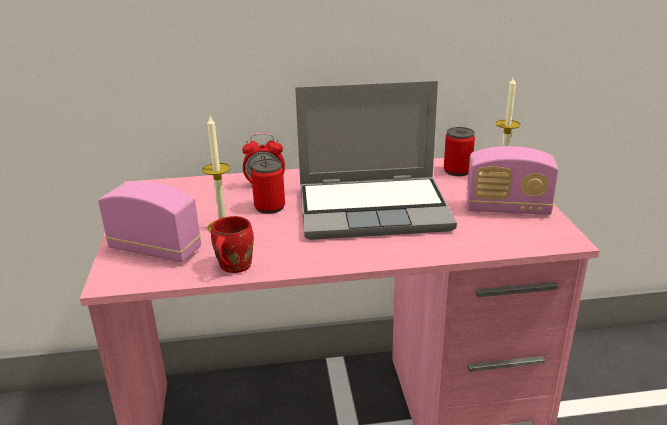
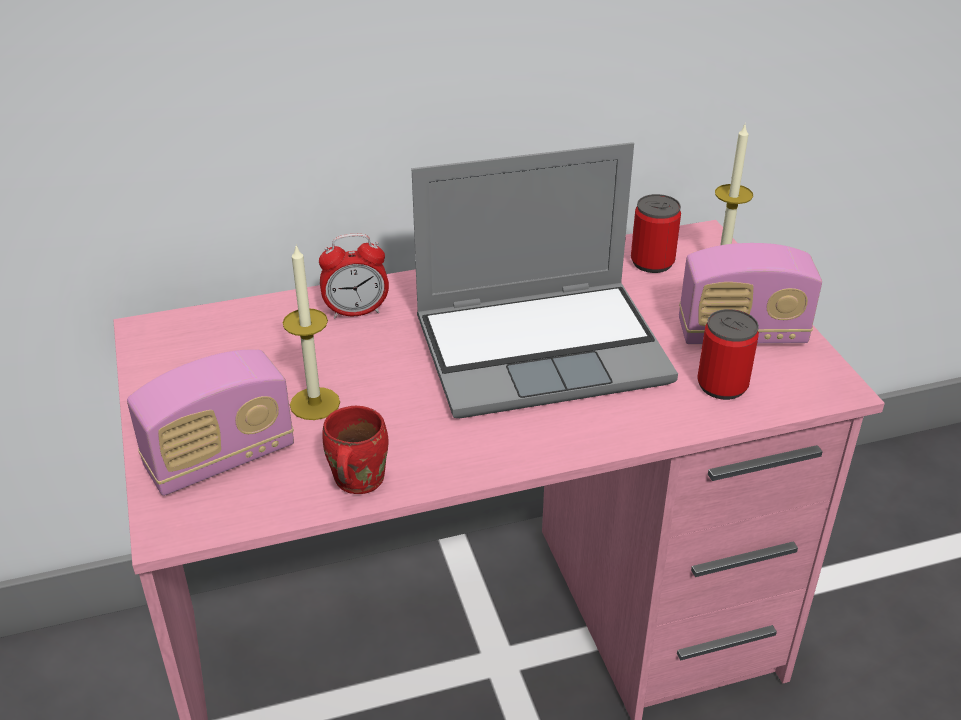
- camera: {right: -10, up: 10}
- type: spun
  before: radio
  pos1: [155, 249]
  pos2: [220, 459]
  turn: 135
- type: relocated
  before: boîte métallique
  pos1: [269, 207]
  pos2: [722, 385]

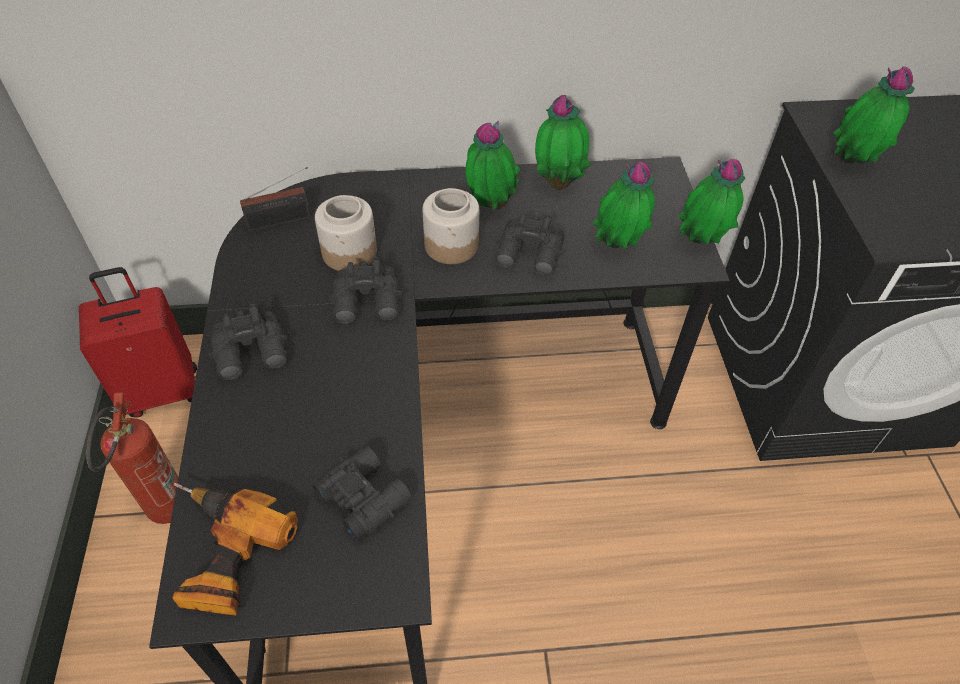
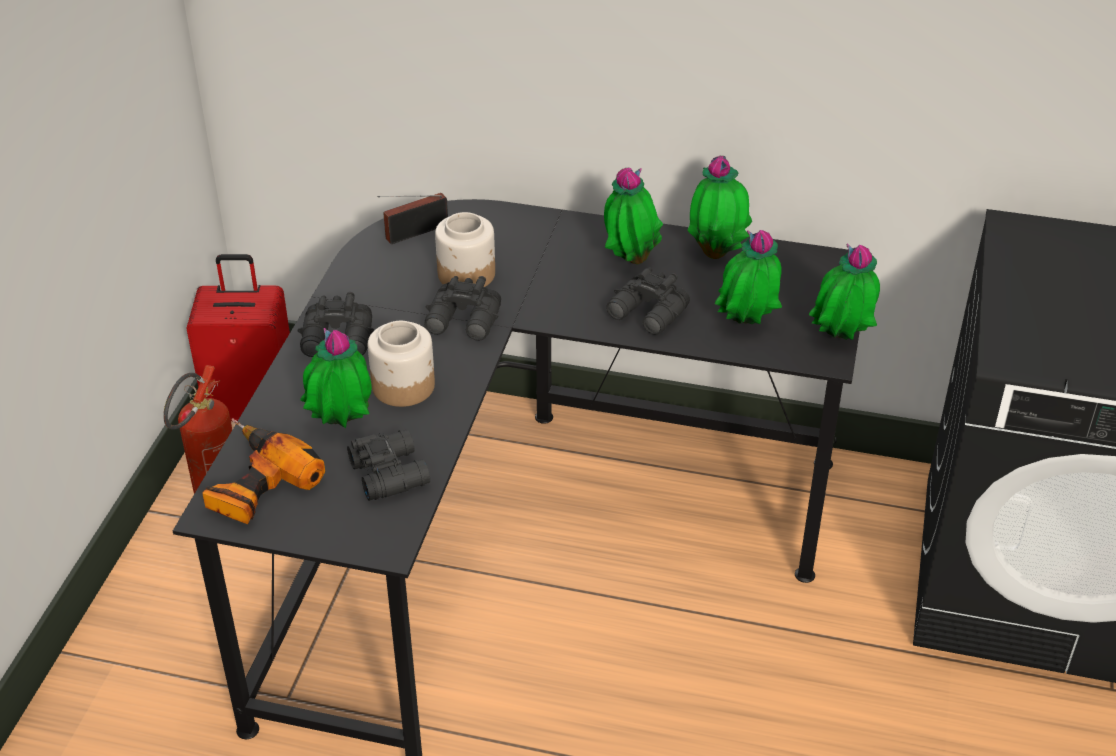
- camera: {right: 20, up: -10}
- type: relocated
  before: plante en pot
  pos1: [852, 165]
  pos2: [341, 427]
- type: relocated
  before: bocal
  pos1: [452, 245]
  pos2: [404, 386]
- type: spun
  before: radio
  pos1: [282, 220]
  pos2: [413, 233]
  turn: 150

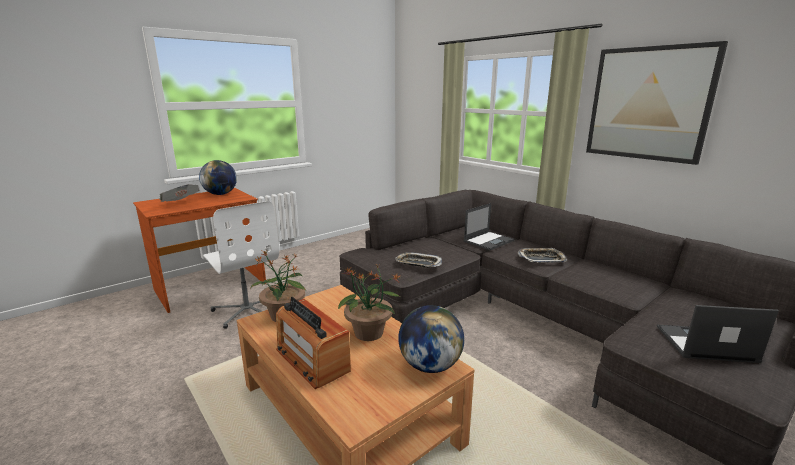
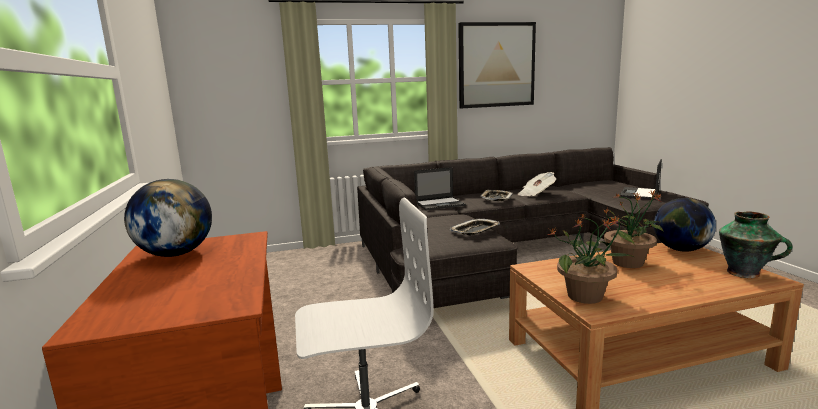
- camera: {right: -65, up: -5}
- type: spun
  before: ordinateur portable
  pos1: [489, 241]
  pos2: [440, 204]
  turn: 90
- type: relocated
  before: journal
  pos1: [181, 203]
  pos2: [536, 194]
- type: appeared
  after: vase
  pos2: [745, 273]
- type: missing
  before: radio
  pos1: [312, 359]

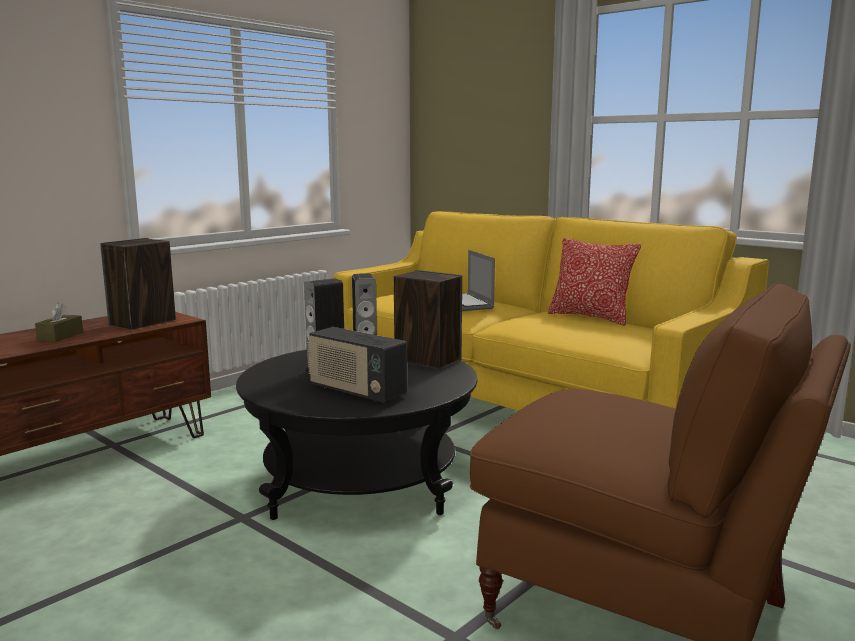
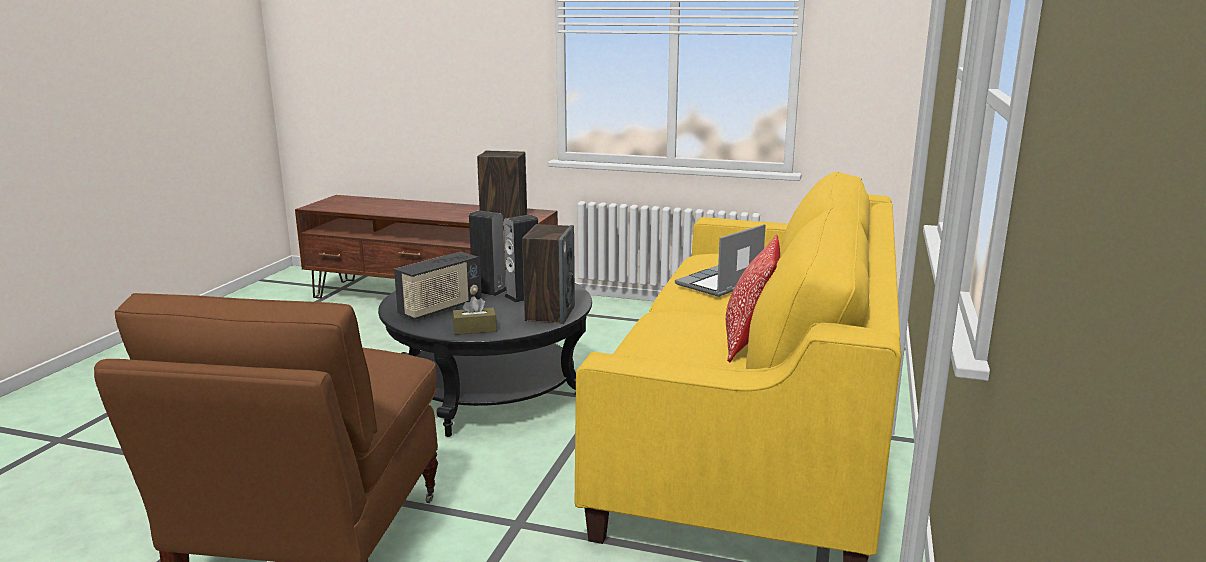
- camera: {right: 65, up: 5}
- type: spun
  before: radio
  pos1: [356, 392]
  pos2: [441, 308]
  turn: -150
- type: relocated
  before: boîte à mouchoirs/marron
  pos1: [60, 336]
  pos2: [475, 329]

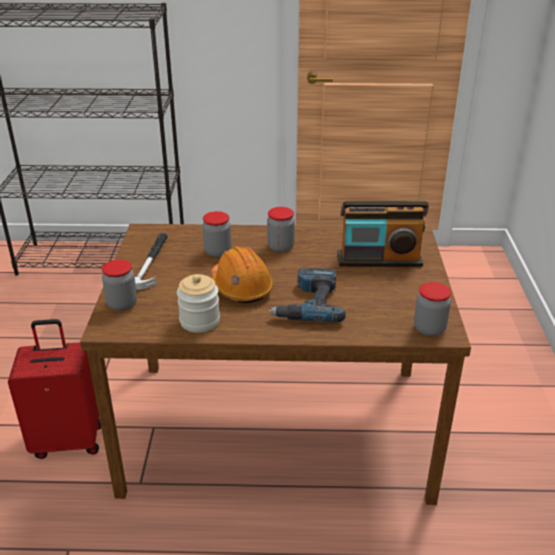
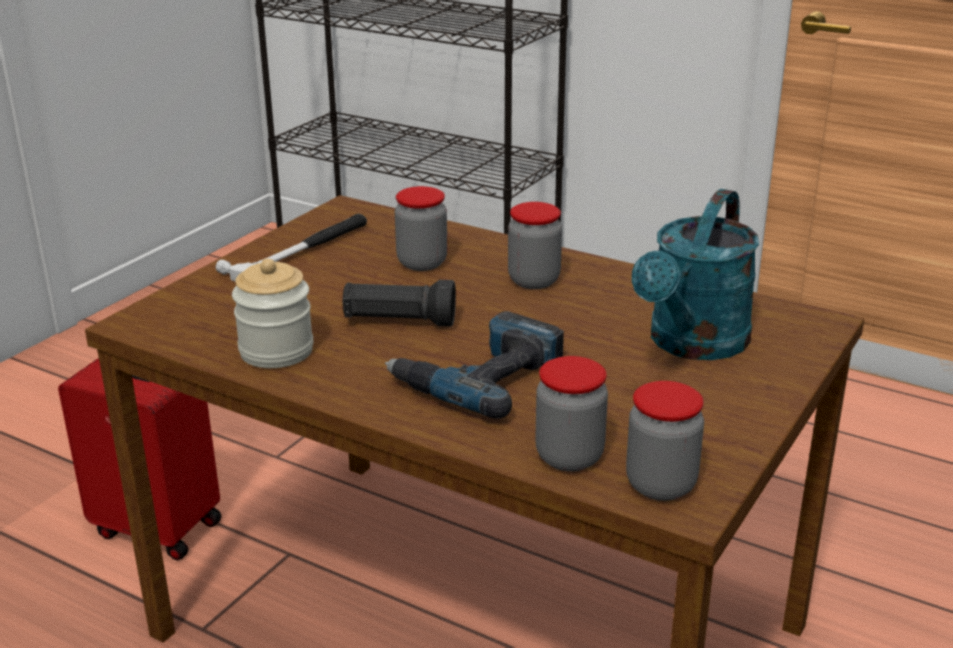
- camera: {right: 30, up: -5}
- type: exchanged
  before: casque de chantier/orange
  after: lampe de poche/noir
  pos1: [241, 287]
  pos2: [399, 321]
- type: relocated
  before: bocal
  pos1: [122, 304]
  pos2: [569, 457]
- type: exchanged
  before: radio
  after: arrosoir/turquoise
  pos1: [379, 260]
  pos2: [692, 345]

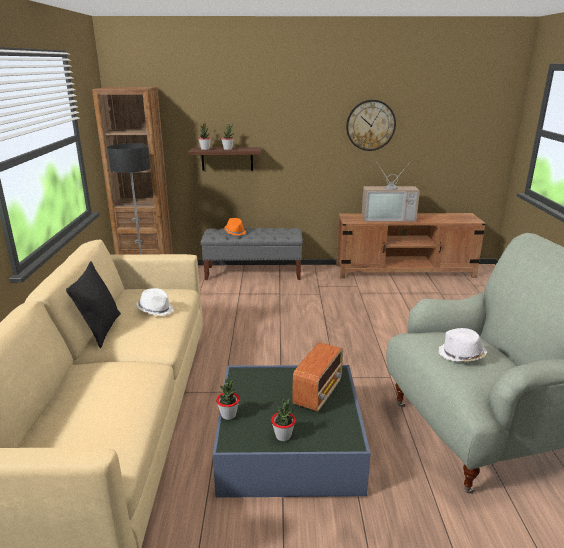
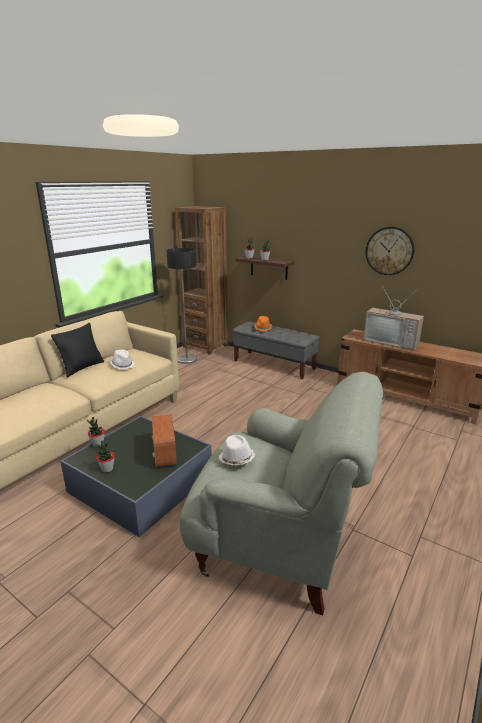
- camera: {right: 35, up: 0}
- type: spun
  before: radio
  pos1: [318, 393]
  pos2: [165, 454]
  turn: 105

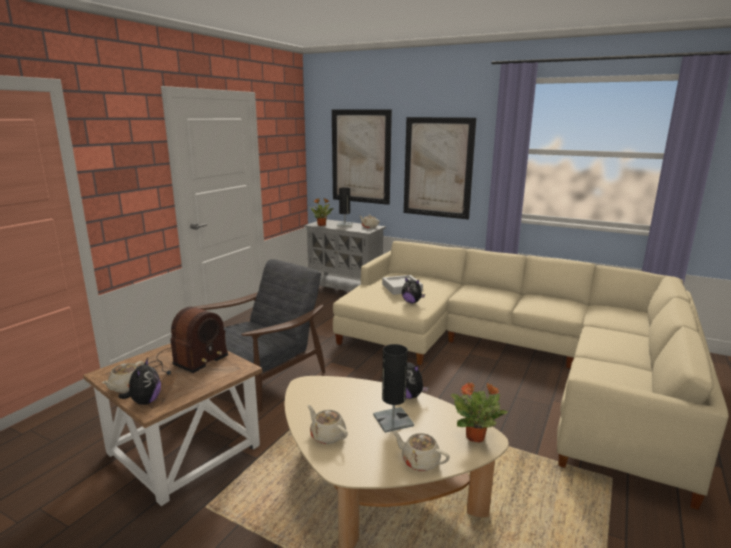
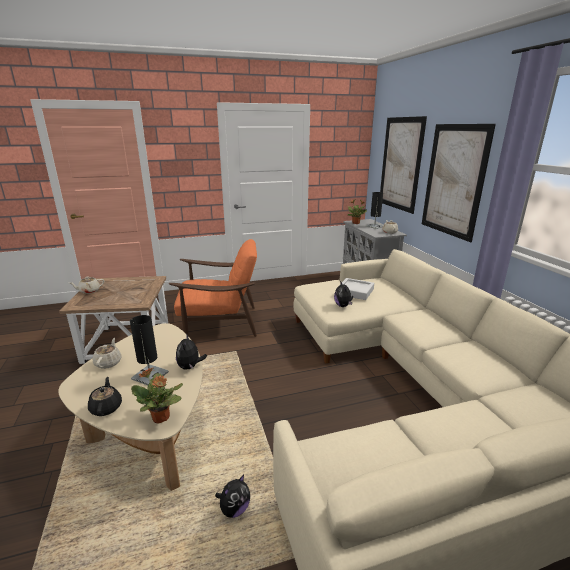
- camera: {right: 45, up: 5}
- type: colour
  before: théière/beige
  after: théière/noir
  pos1: [419, 461]
  pos2: [106, 407]
- type: colour
  before: fauteuil/gris
  after: fauteuil/orange
  pos1: [262, 378]
  pos2: [219, 323]
- type: relocated
  before: peluche
  pos1: [145, 402]
  pos2: [234, 509]
- type: missing
  before: radio
  pos1: [187, 361]

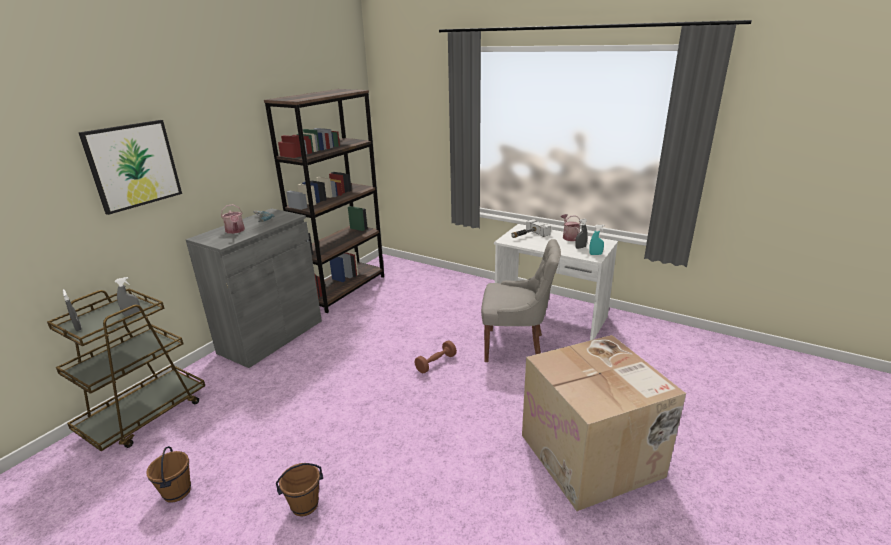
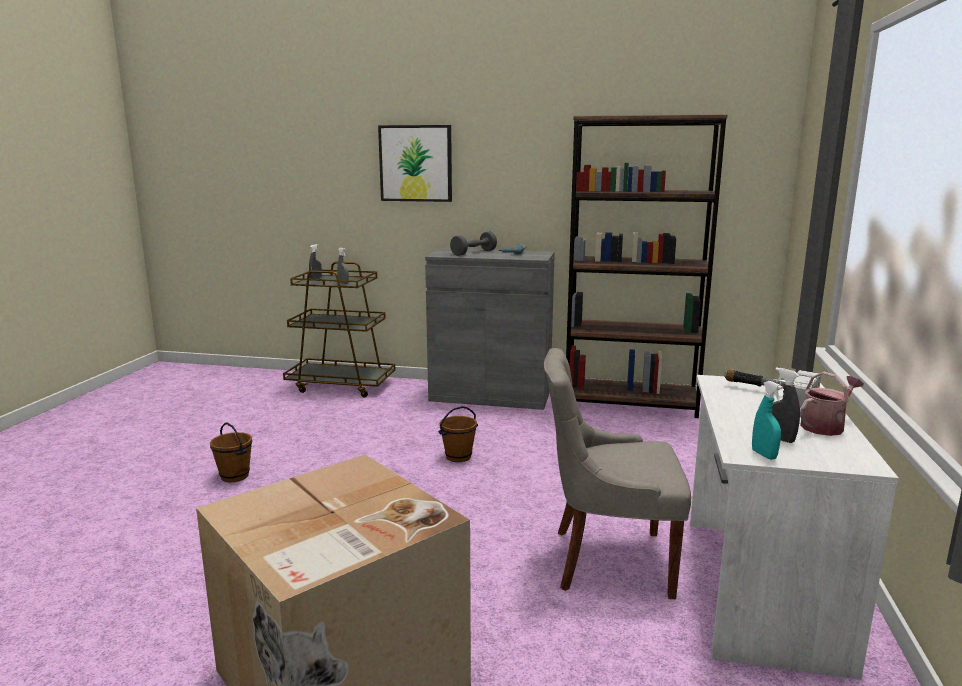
- camera: {right: 70, up: -10}
- type: relocated
  before: seau/marron
  pos1: [176, 492]
  pos2: [458, 457]
- type: exchanged
  before: arrosoir
  after: haltère/gris
  pos1: [235, 231]
  pos2: [473, 253]
- type: spun
  before: chaise/gris
  pos1: [516, 347]
  pos2: [608, 561]
  turn: 105
- type: missing
  before: haltère/marron
  pos1: [436, 363]

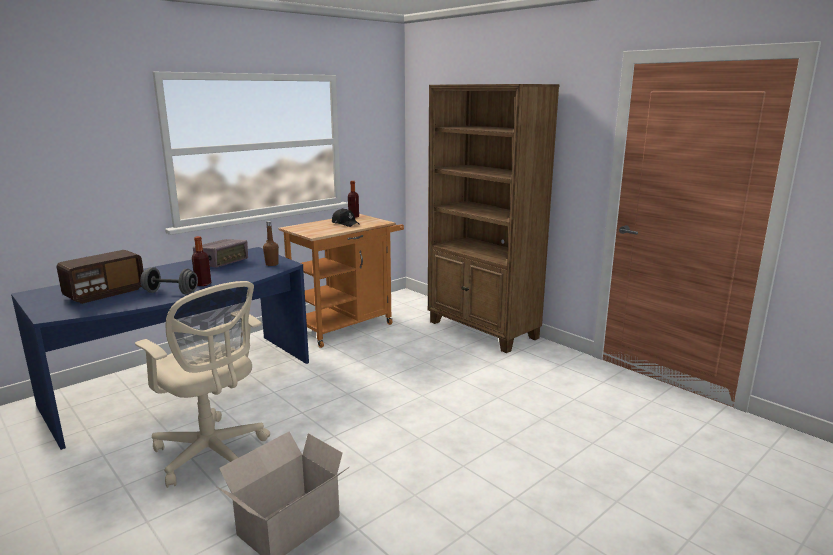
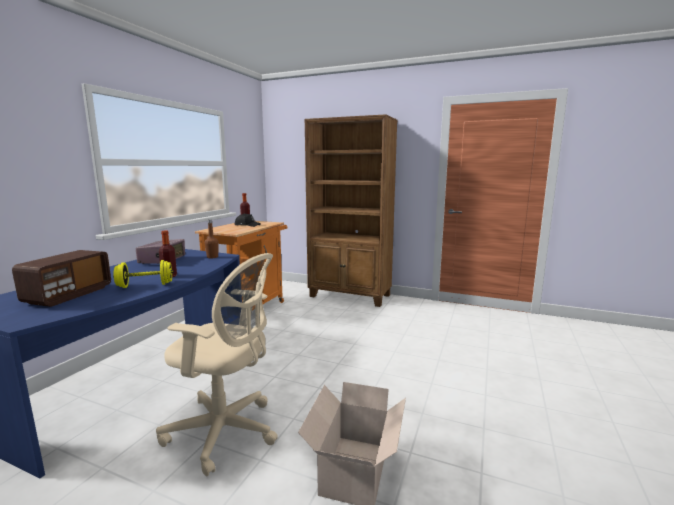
- camera: {right: -25, up: -5}
- type: colour
  before: haltère/gris
  after: haltère/jaune
  pos1: [171, 292]
  pos2: [145, 285]

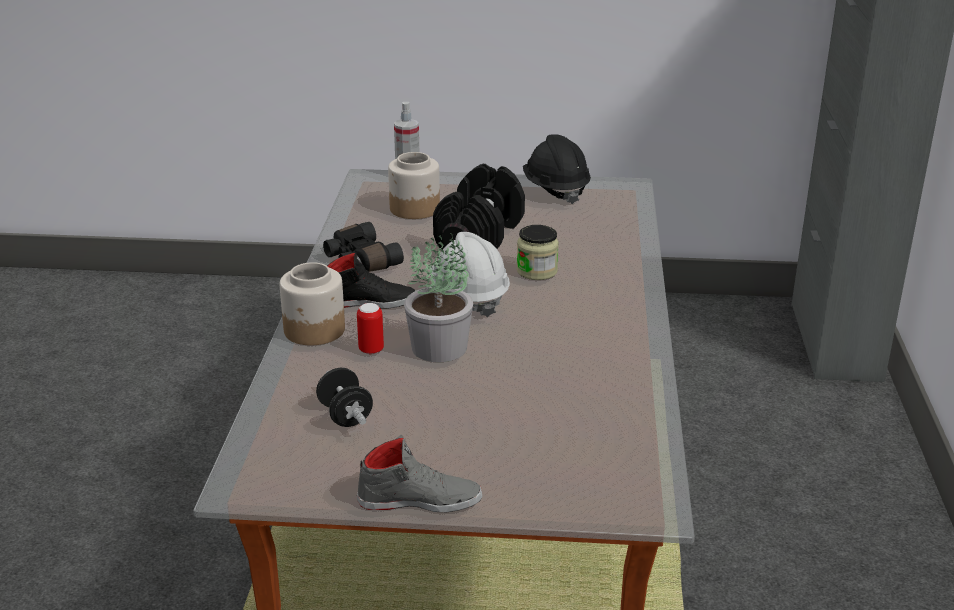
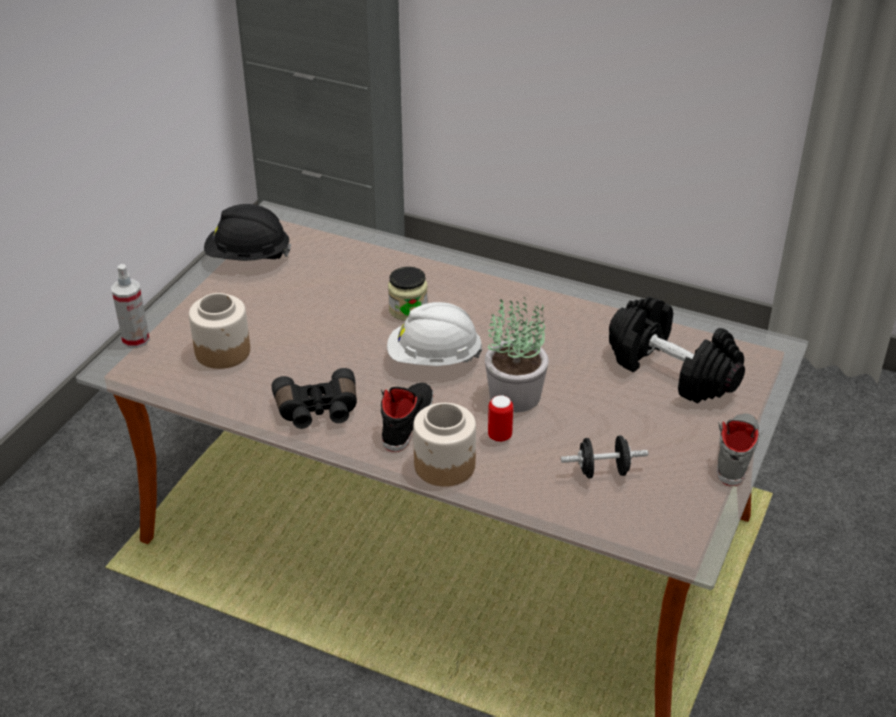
- camera: {right: -70, up: 10}
- type: relocated
  before: haltère/noir
  pos1: [480, 235]
  pos2: [673, 370]

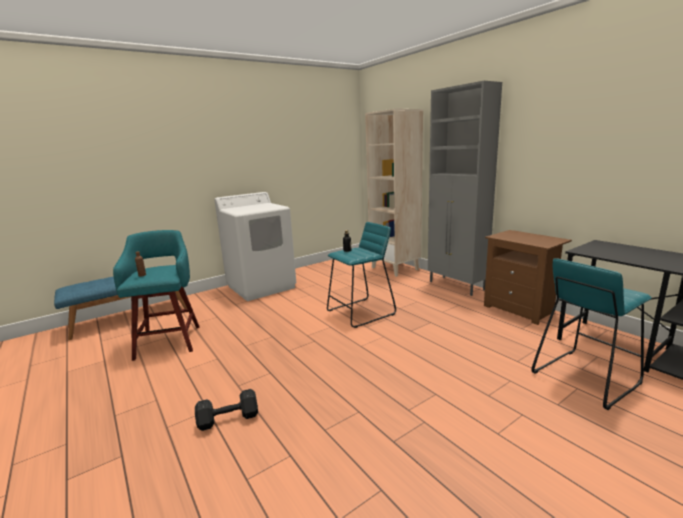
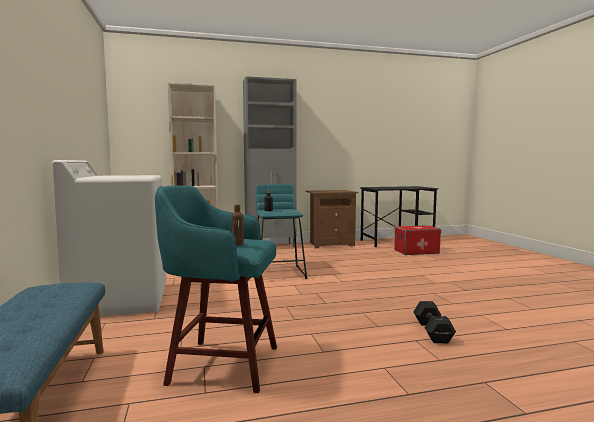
- camera: {right: -70, up: -10}
- type: exchanged
  before: tabouret/turquoise
  after: boîte de rangement
  pos1: [585, 377]
  pos2: [416, 251]

